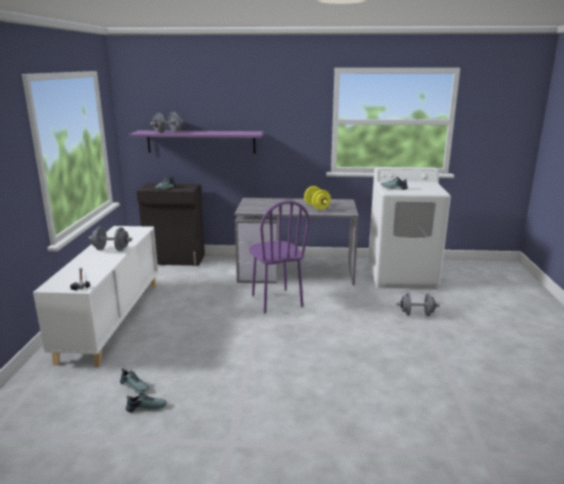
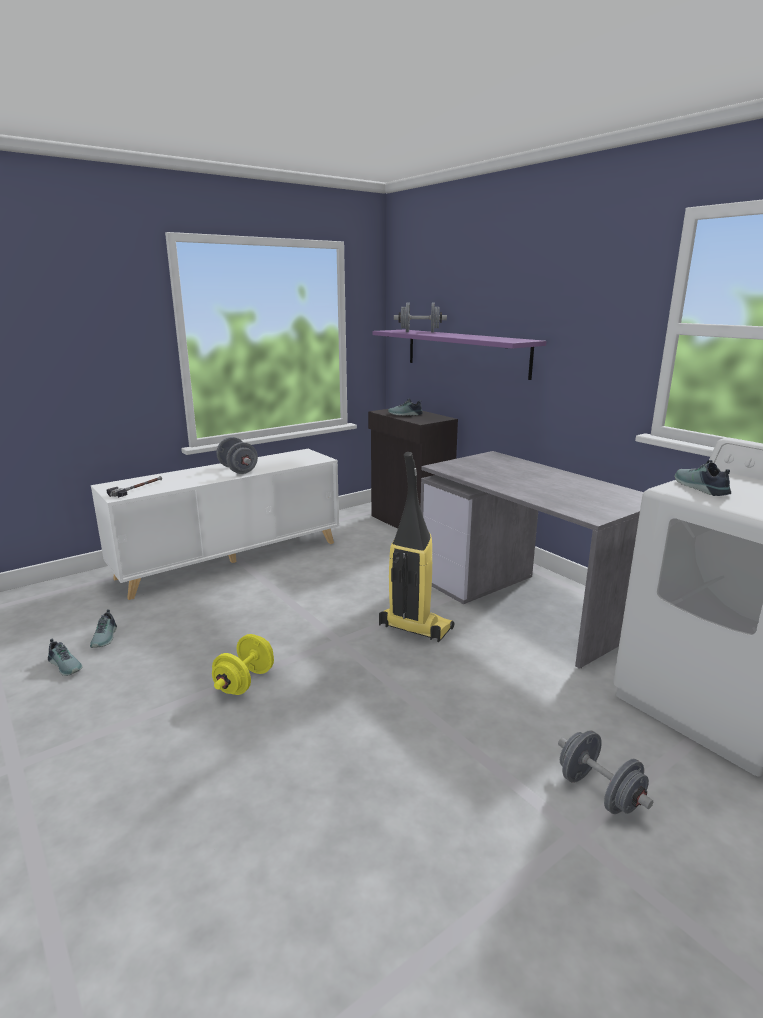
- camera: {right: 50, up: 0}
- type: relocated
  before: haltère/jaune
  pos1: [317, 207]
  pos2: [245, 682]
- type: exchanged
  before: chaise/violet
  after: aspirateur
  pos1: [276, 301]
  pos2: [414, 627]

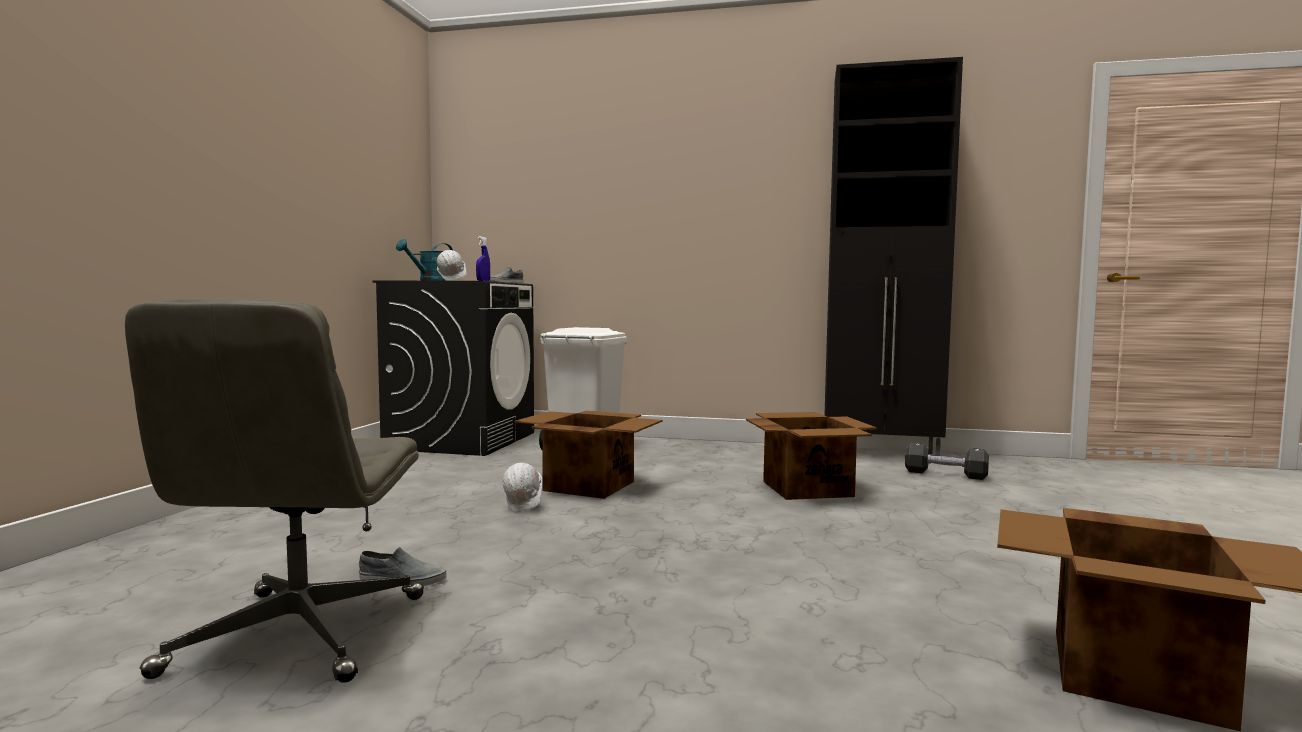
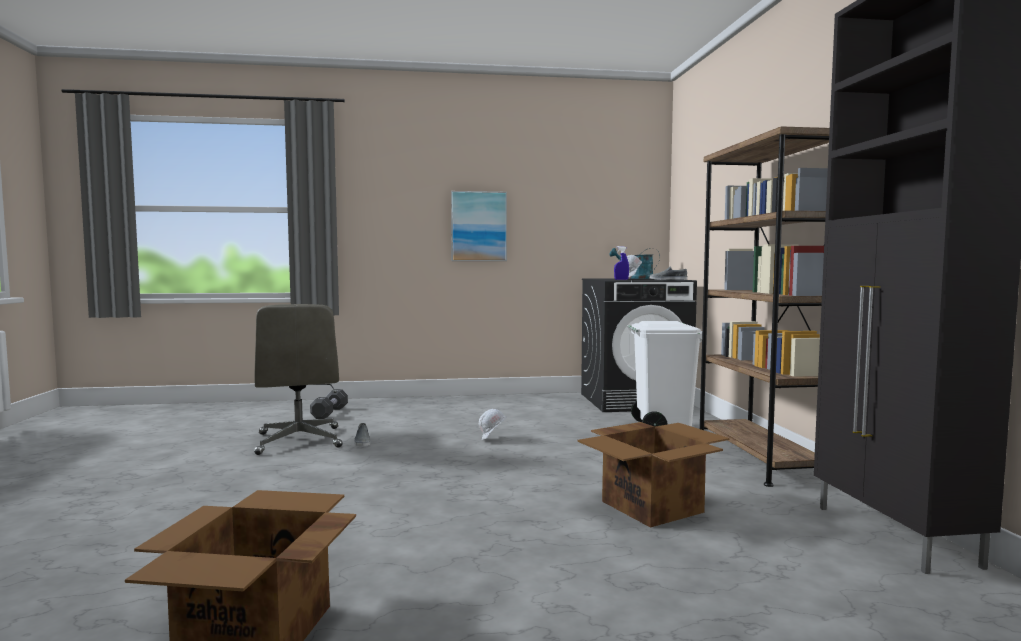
- camera: {right: 70, up: 0}
- type: spun
  before: chaise de bureau/gris
  pos1: [298, 635]
  pos2: [299, 441]
  turn: -90
- type: relocated
  before: haltère/noir
  pos1: [945, 474]
  pos2: [329, 413]
- type: appeared
  after: tableau
  pos2: [479, 226]
- type: appeared
  after: bibliothèque/marron
  pos2: [757, 459]
- type: missing
  before: carton
  pos1: [588, 485]

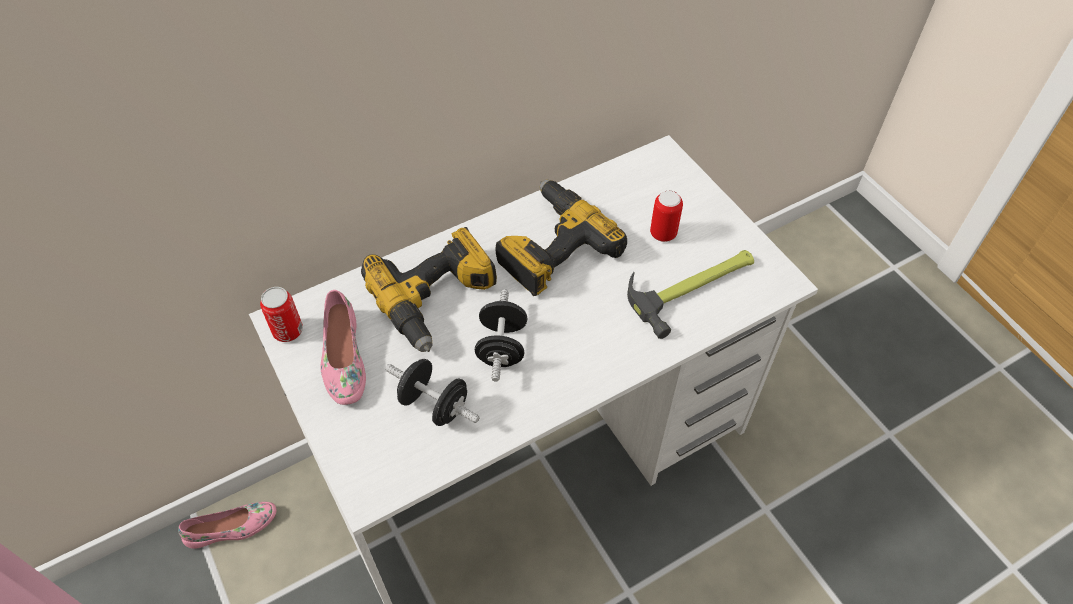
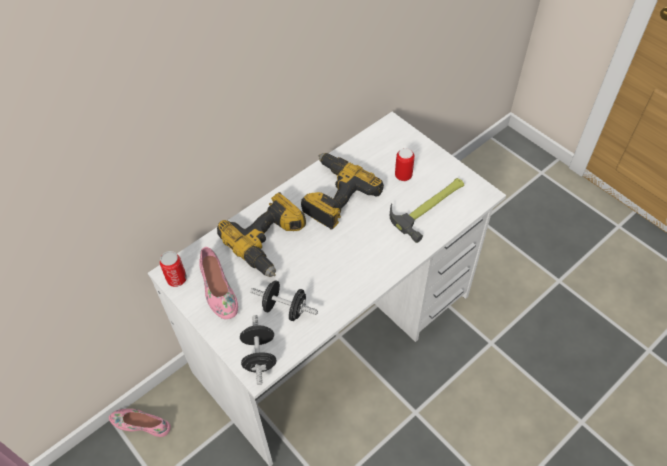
- camera: {right: -10, up: 0}
- type: spun
  before: chaussure/rose
  pos1: [232, 528]
  pos2: [141, 423]
  turn: -135
- type: relocated
  before: haltère/noir
  pos1: [502, 347]
  pos2: [259, 356]

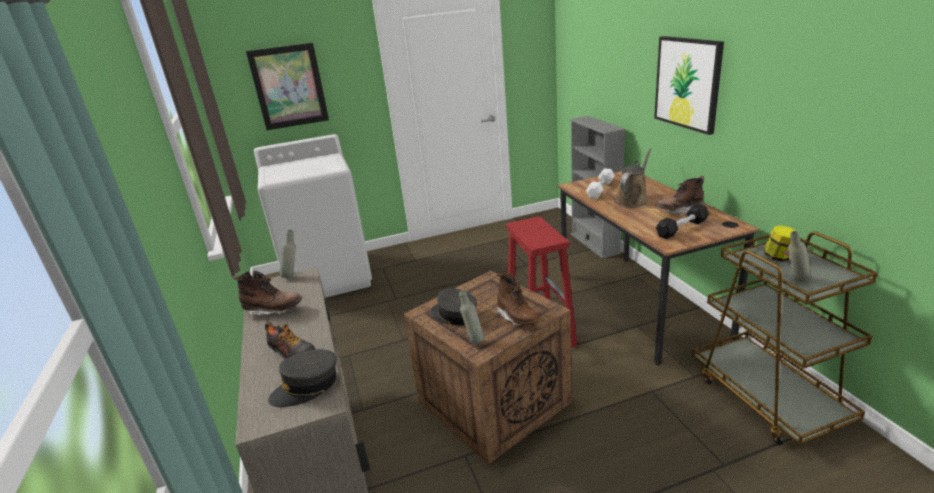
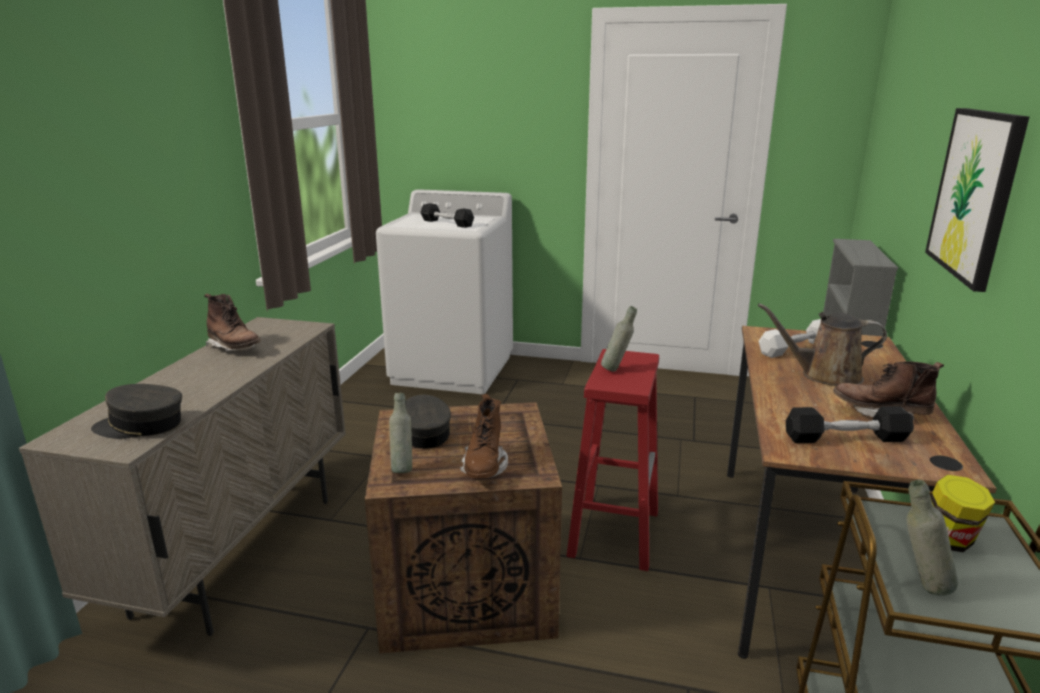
- camera: {right: 30, up: -5}
- type: appeared
  after: haltère/noir
  pos2: [447, 223]
- type: relocated
  before: bouteille/gris
  pos1: [292, 275]
  pos2: [617, 369]
- type: spun
  before: arrosoir/marron
  pos1: [632, 200]
  pos2: [825, 376]
  turn: -150
- type: missing
  before: tableau
  pos1: [289, 87]
- type: missing
  before: chaussure
  pos1: [291, 352]

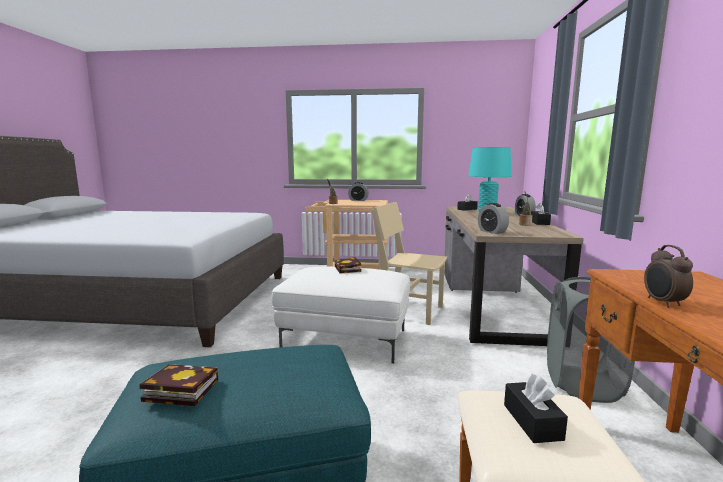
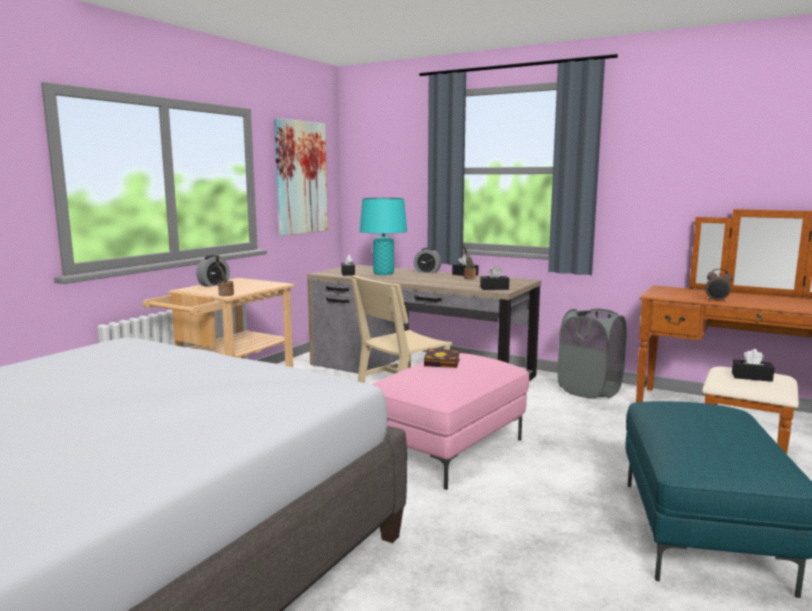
- camera: {right: -65, up: 0}
- type: appeared
  after: tableau
  pos2: [301, 177]
- type: colour
  before: pouf/blanc
  after: pouf/rose
  pos1: [344, 340]
  pos2: [449, 450]
- type: exchanged
  before: réveil
  after: boîte à mouchoirs/noir
  pos1: [492, 231]
  pos2: [494, 288]
- type: missing
  before: livre
  pos1: [177, 390]

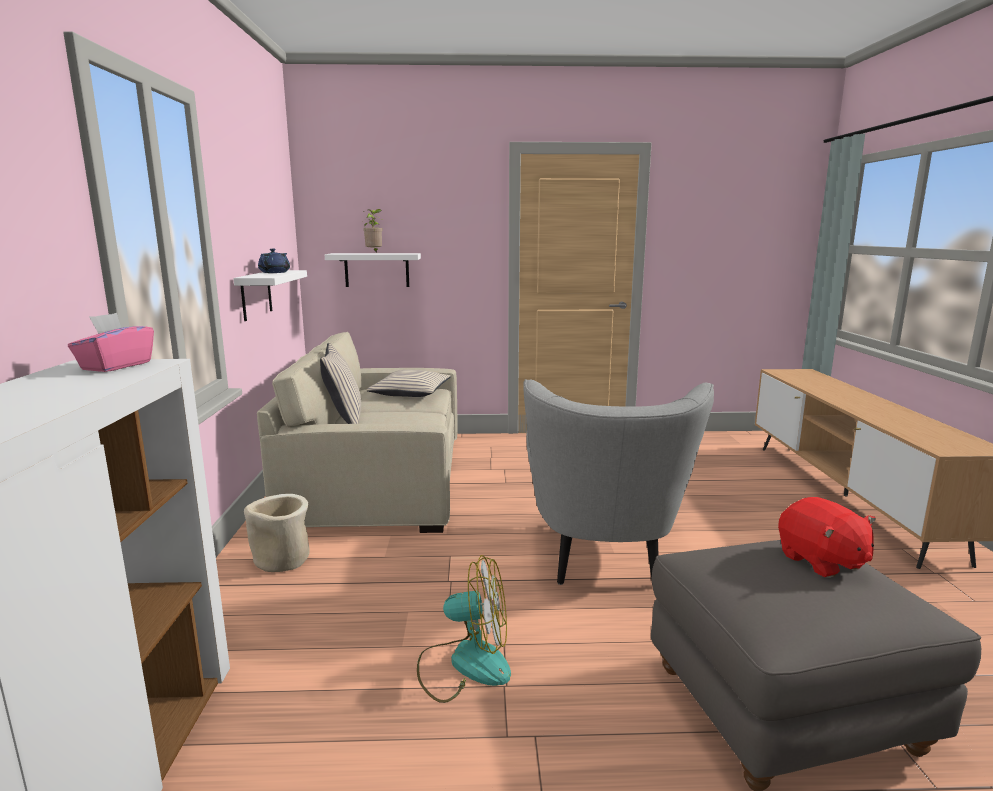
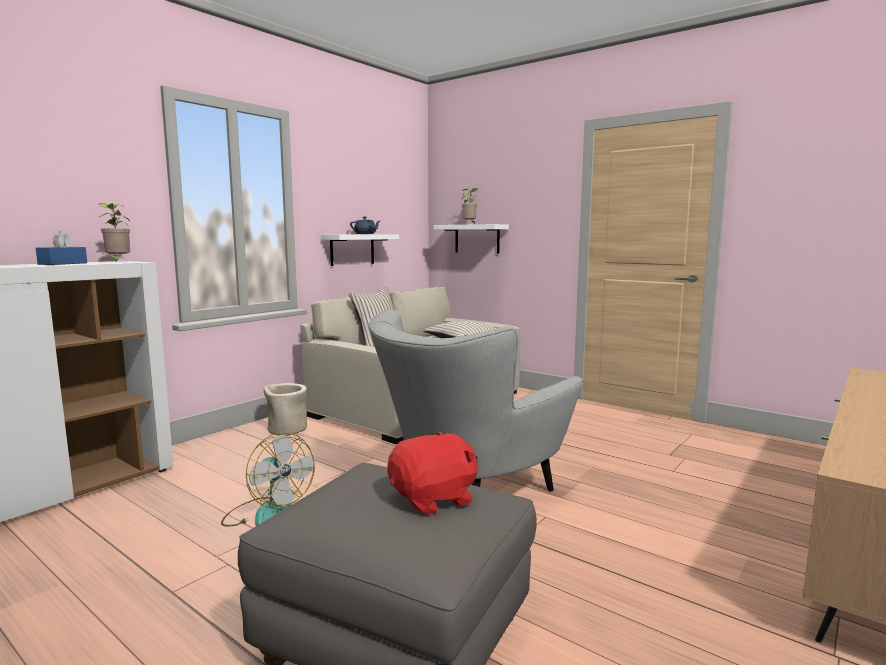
- camera: {right: 40, up: -5}
- type: appeared
  after: boîte à mouchoirs/bleu
  pos2: [63, 263]
- type: exchanged
  before: boîte à mouchoirs/rose
  after: plante en pot
  pos1: [116, 366]
  pos2: [118, 262]
- type: spun
  before: peluche/rouge
  pos1: [821, 561]
  pos2: [434, 499]
  turn: -135

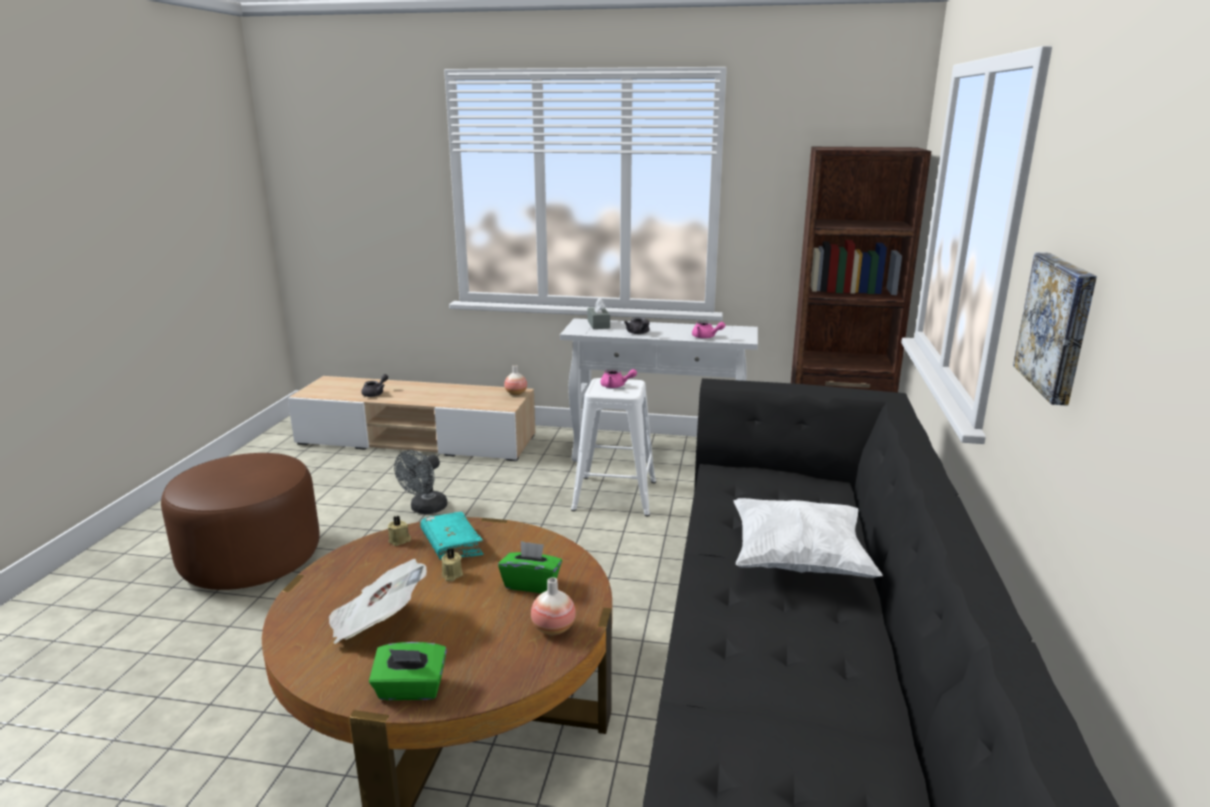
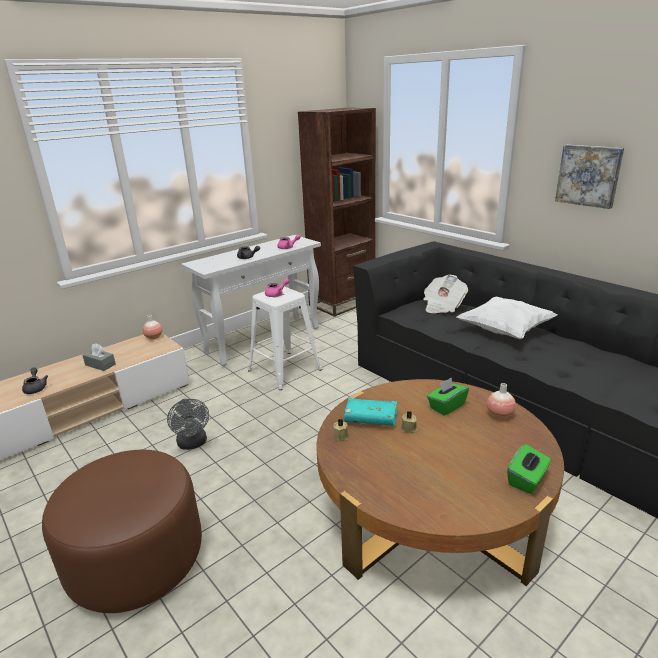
- camera: {right: -50, up: 5}
- type: relocated
  before: boîte à mouchoirs/gris
  pos1: [598, 324]
  pos2: [100, 365]
- type: relocated
  before: journal
  pos1: [377, 623]
  pos2: [442, 306]

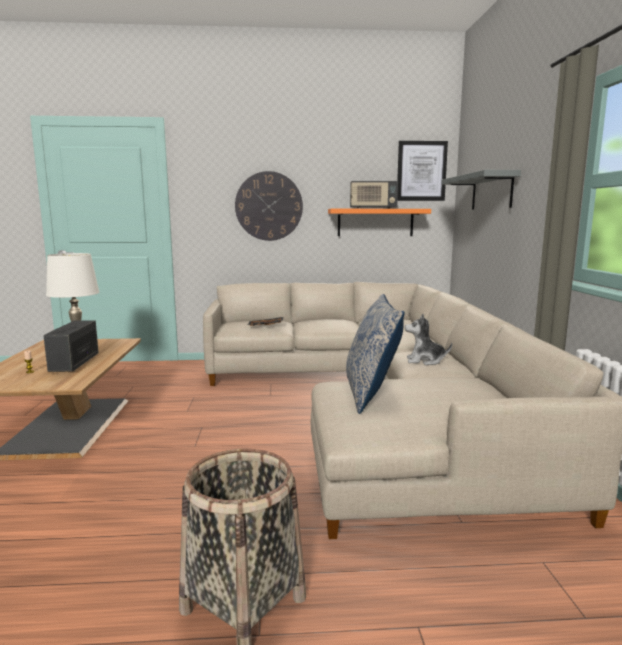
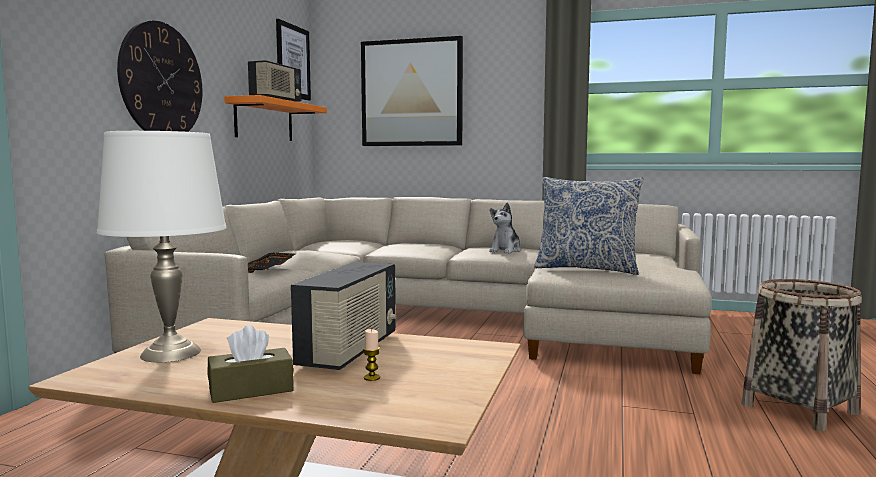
- camera: {right: -70, up: -5}
- type: appeared
  after: boîte à mouchoirs/marron
  pos2: [251, 390]
- type: spun
  before: radio
  pos1: [74, 364]
  pos2: [350, 351]
  turn: -90
- type: exchanged
  before: étagère/gris
  after: tableau
  pos1: [491, 192]
  pos2: [412, 93]

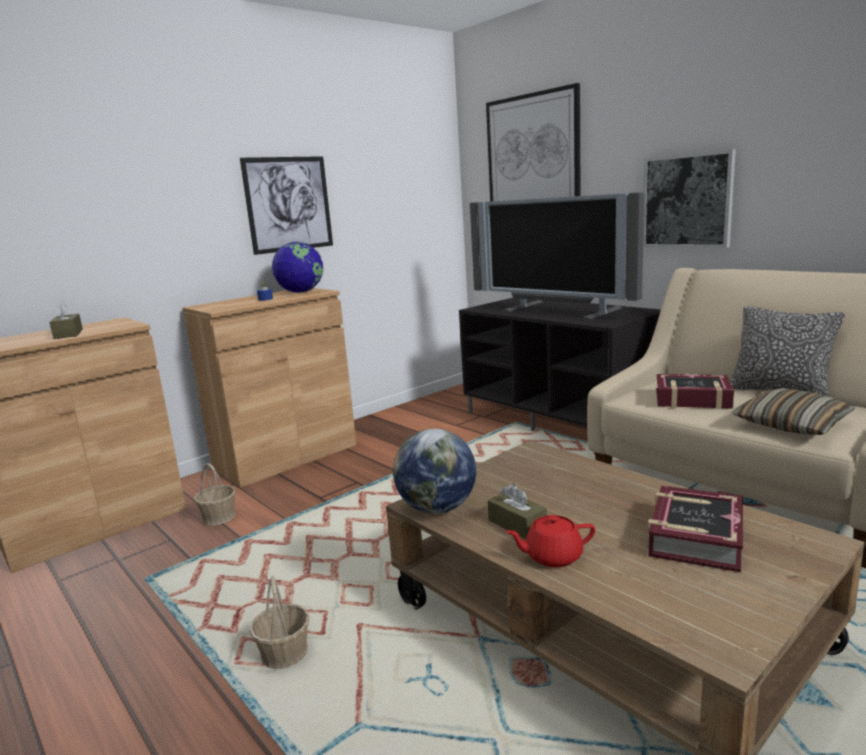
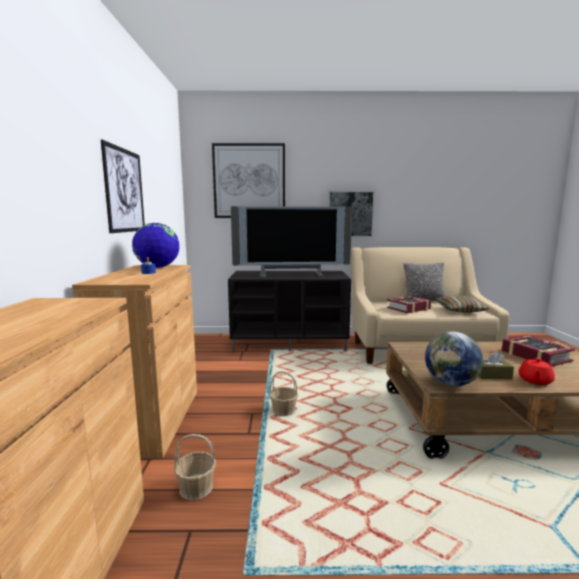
- camera: {right: -50, up: -5}
- type: relocated
  before: panier
  pos1: [285, 653]
  pos2: [283, 410]
- type: missing
  before: boîte à mouchoirs/marron
  pos1: [68, 334]

